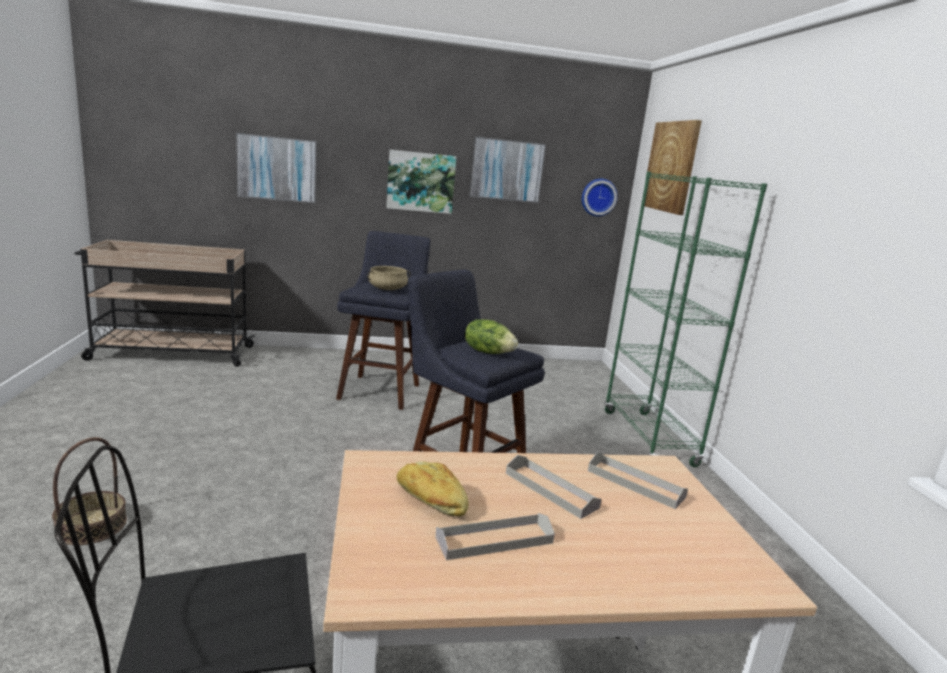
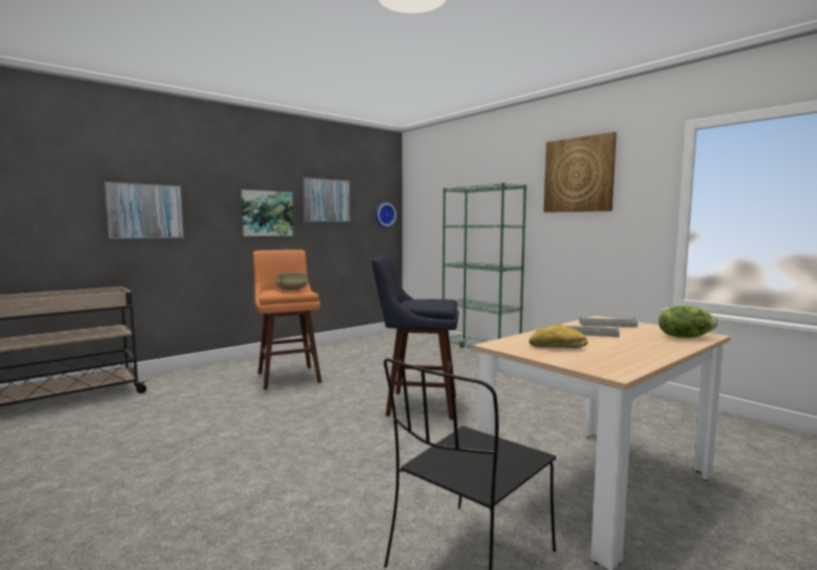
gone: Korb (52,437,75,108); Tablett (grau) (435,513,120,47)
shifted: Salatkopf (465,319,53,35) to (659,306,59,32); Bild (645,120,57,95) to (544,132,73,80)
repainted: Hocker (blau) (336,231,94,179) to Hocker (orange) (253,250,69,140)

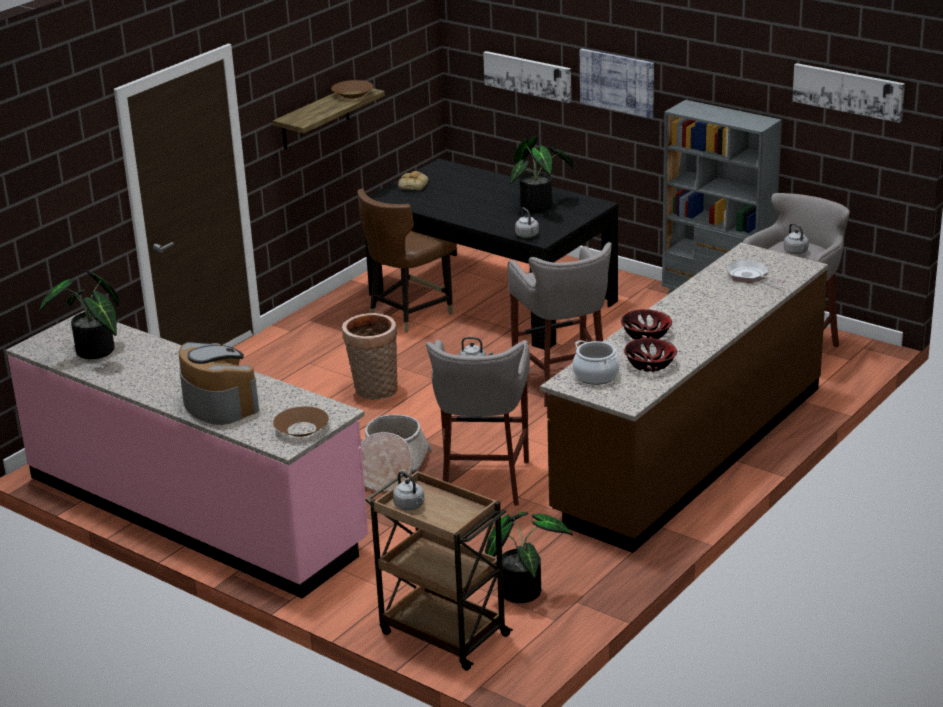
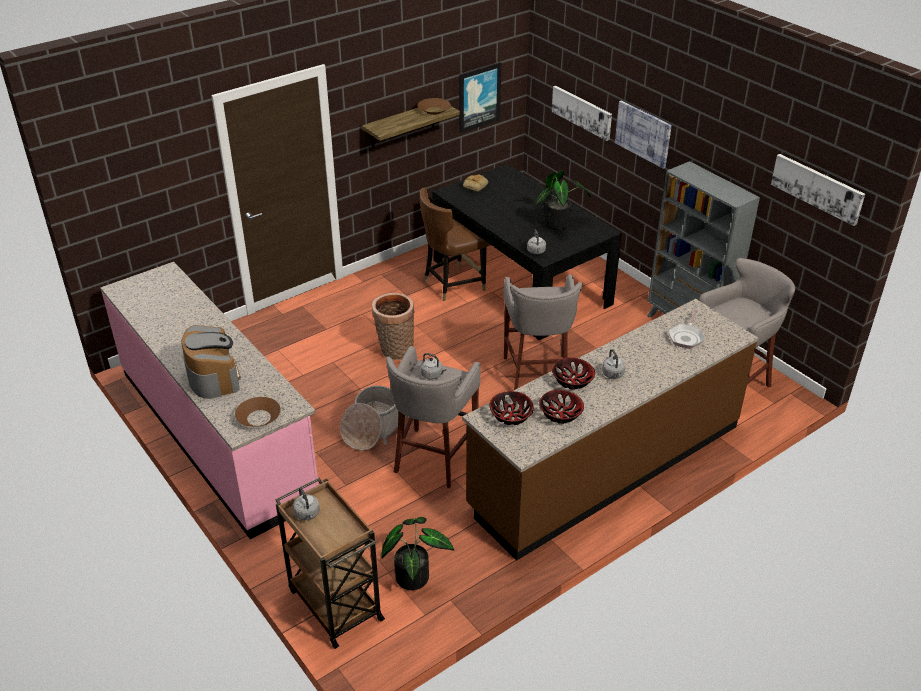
gone: Topfpflanze (39,270,80,89)
new: Bild (459,62,42,71)
shifted: Wasserkessel (grau) (784,223,25,31) to (602,349,23,30)
swapped: Kochtopf (573,340,47,45) to Schüssel (490,391,44,34)
rotated: Pfanne (726,260,59,23) = (668,309,37,40) 135 degrees counterclockwise

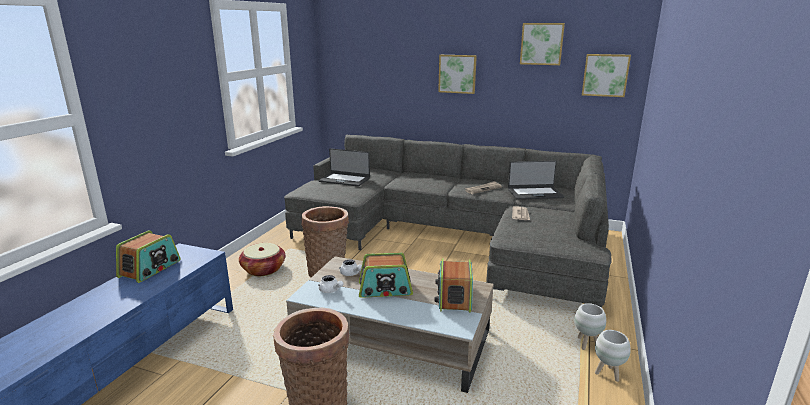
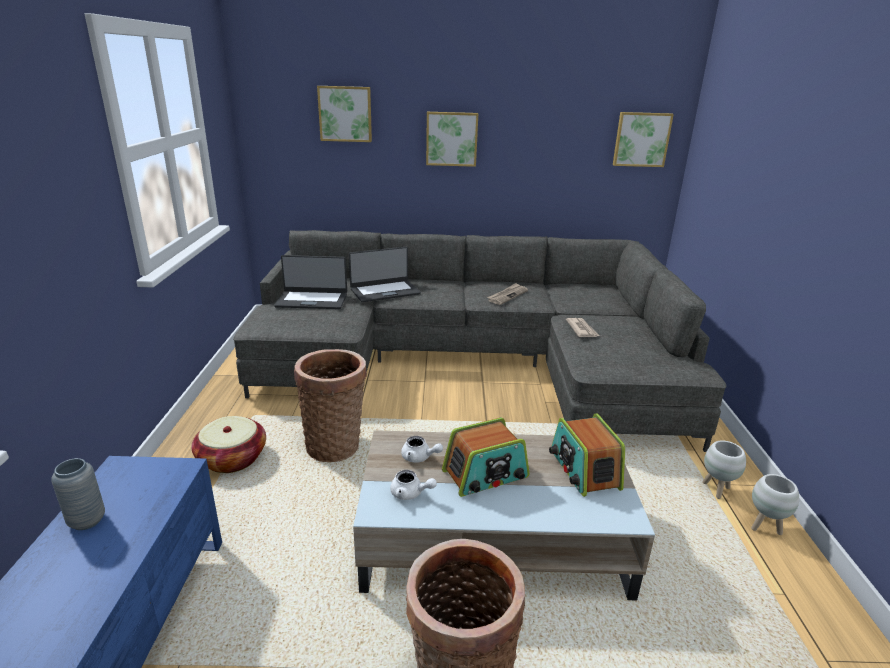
shifted: Laptop (508,160,56,40) to (349,247,72,55); Bild (520,23,45,42) to (317,86,55,56)
swapped: Radio (116,230,64,53) to Vase (grau) (51,458,54,72)

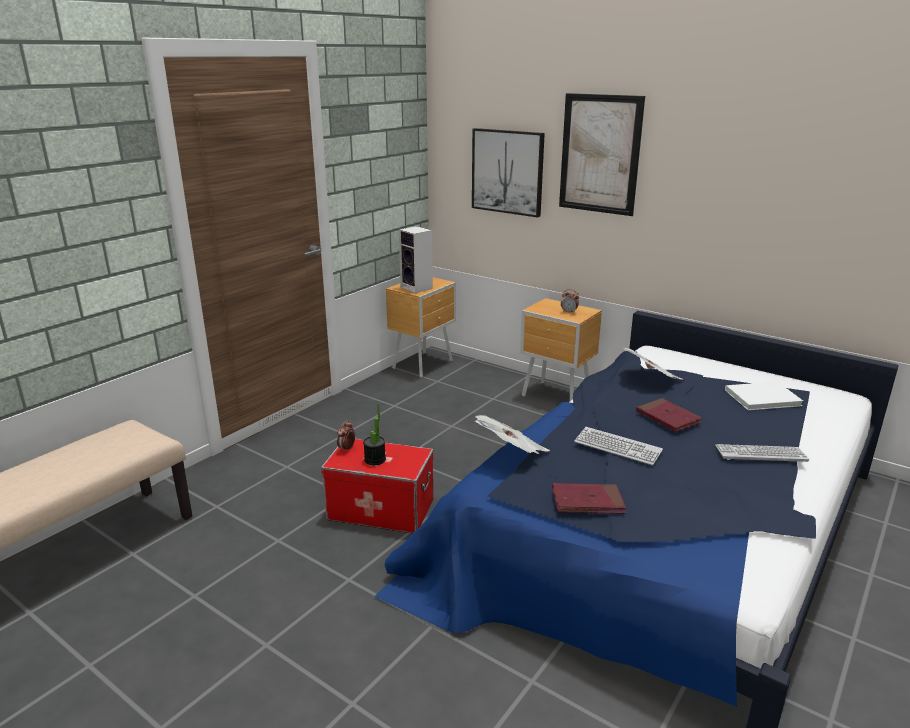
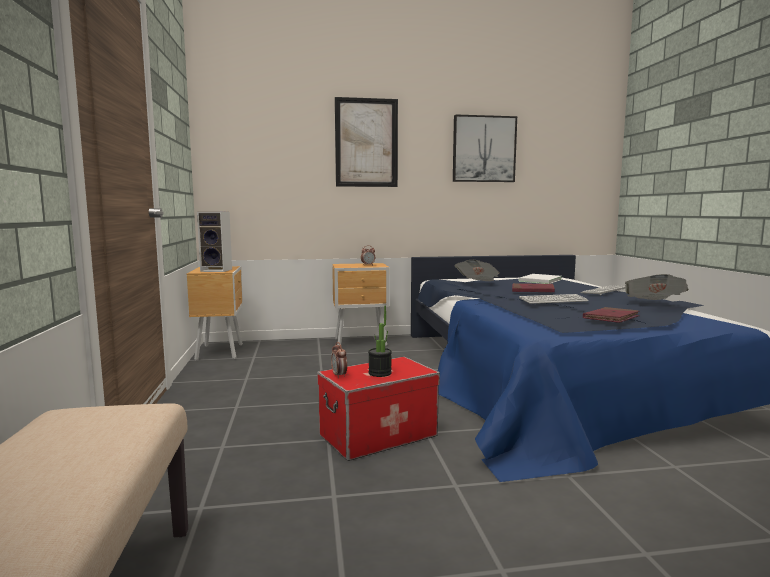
shifted: Bild (472,128,73,90) to (453,114,64,68); Zeitung (475,415,75,39) to (625,274,64,26)

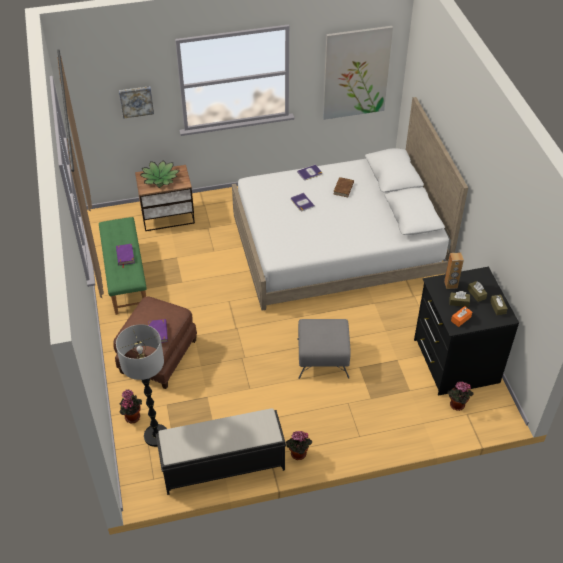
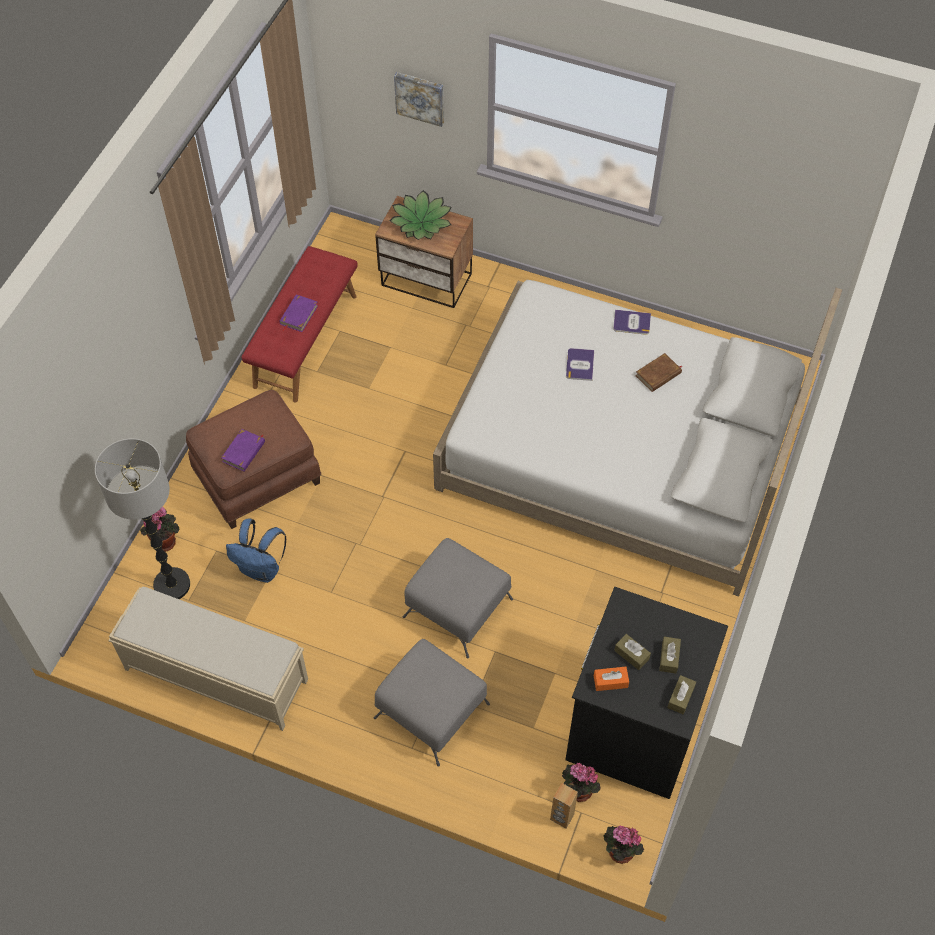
gone: Bild (323,26,70,94)
new: Rucksack (blau) (226,518,60,65); Polsterhocker (grau) (374,639,116,128)
shifted: Topfpflanze (286,431,26,29) to (603,825,41,39); Lautsprecher (braun) (444,252,20,37) to (550,783,28,46)
repainted: Bank (grün) (99,217,48,98) to Bank (rot) (242,246,116,157); Bank (schwarz) (156,408,130,87) to Bank (beige) (108,587,200,144)

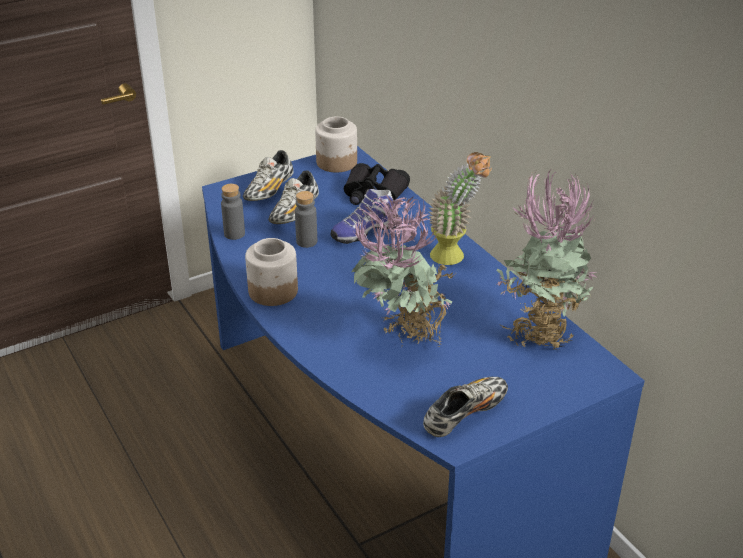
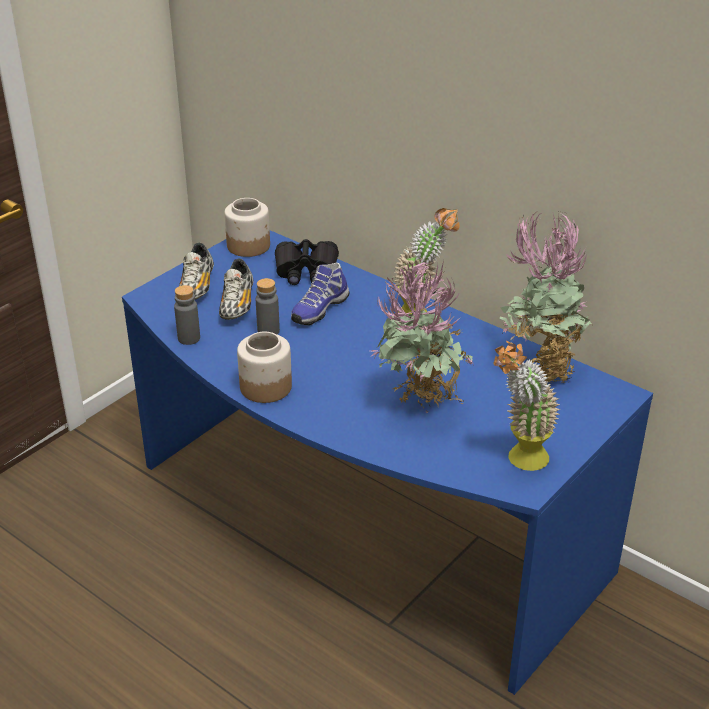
swapped: Schuh (423,377,85,60) to Topfpflanze (494,341,66,130)

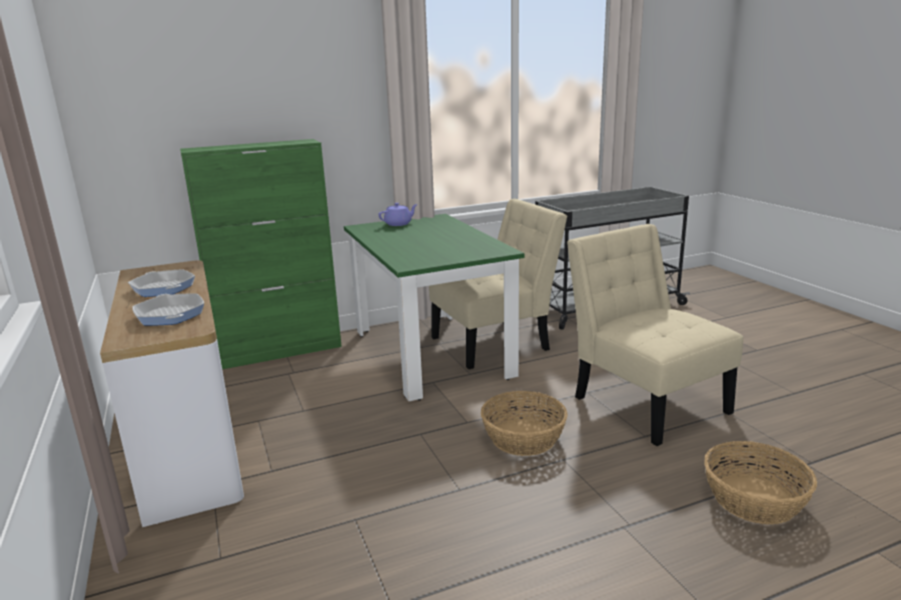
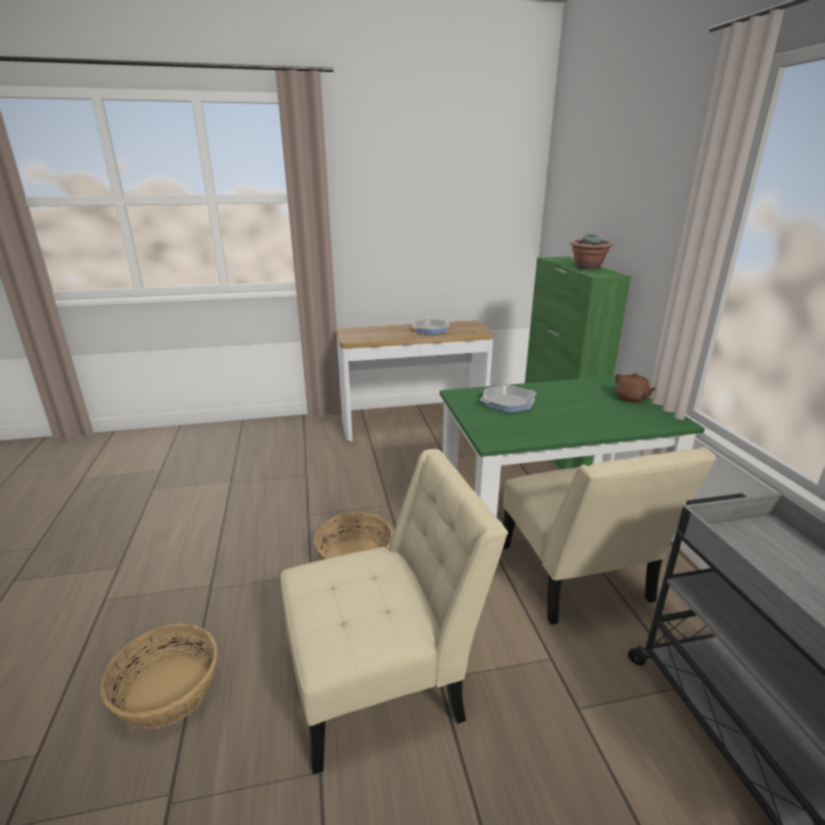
new: Topfpflanze (570,234,43,36)
shifted: Pfanne (132,294,72,32) to (480,385,57,28)
repainted: Teekanne (lila) (379,203,39,23) to Teekanne (braun) (615,373,42,29)

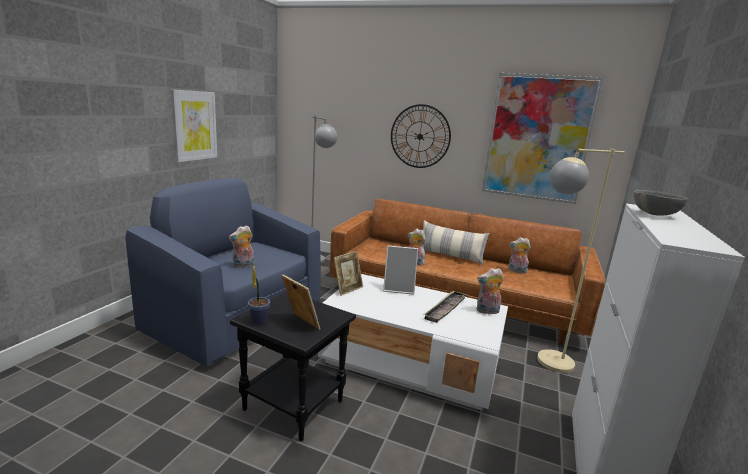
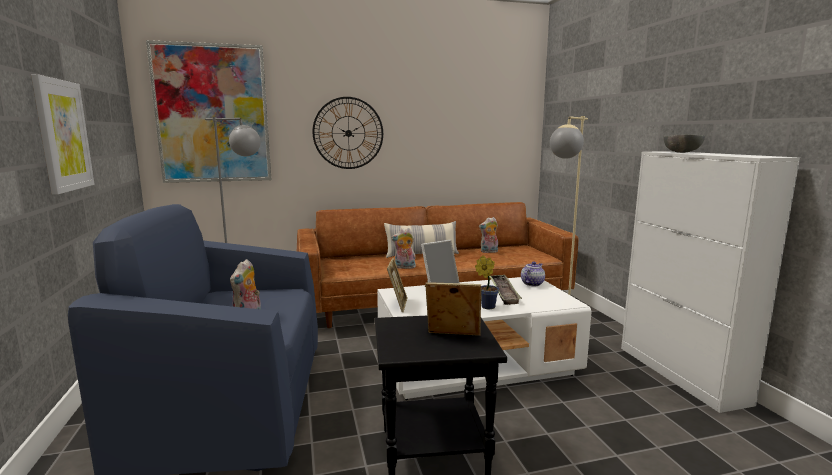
shifted: Topfpflanze (248,266,22,59) to (475,255,24,54); Bild (482,73,121,131) to (146,40,125,143)
swapped: Plüschtier (476,268,27,46) to Teekanne (521,261,24,25)

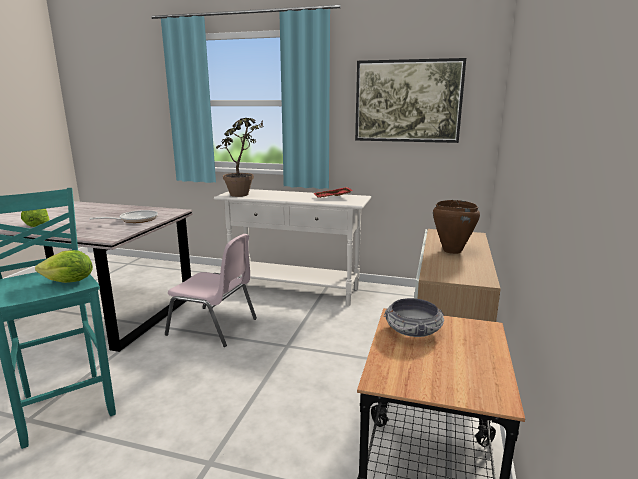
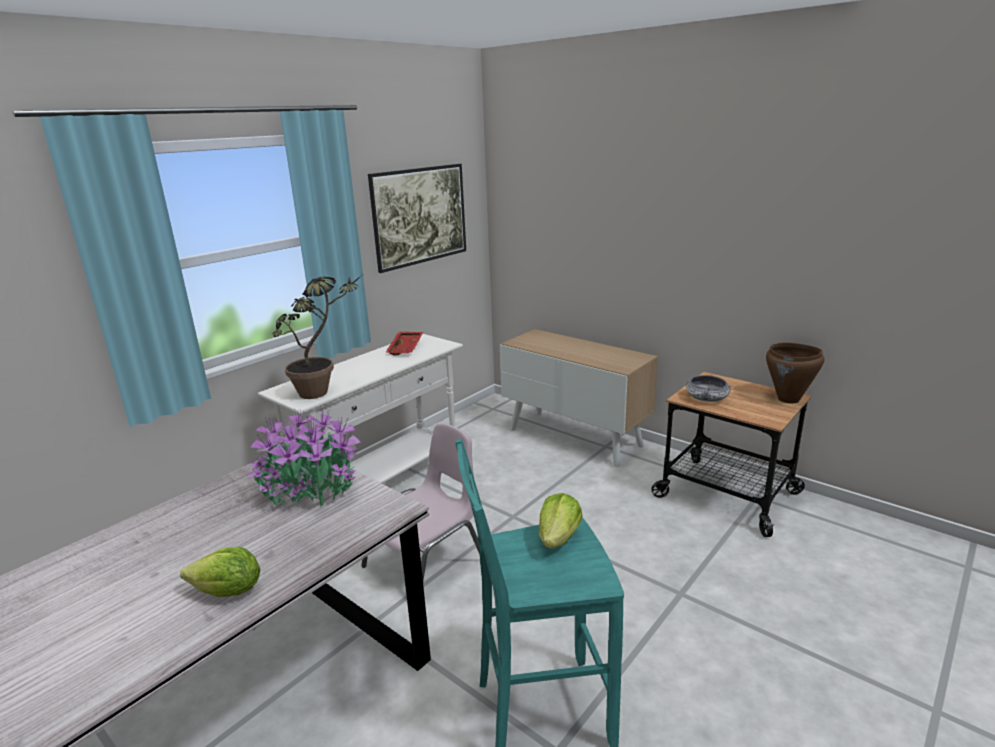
shifted: Kochtopf (braun) (433,200,47,54) to (766,343,58,61)
swapped: Pfanne (89,210,69,13) to Topfpflanze (247,408,114,98)

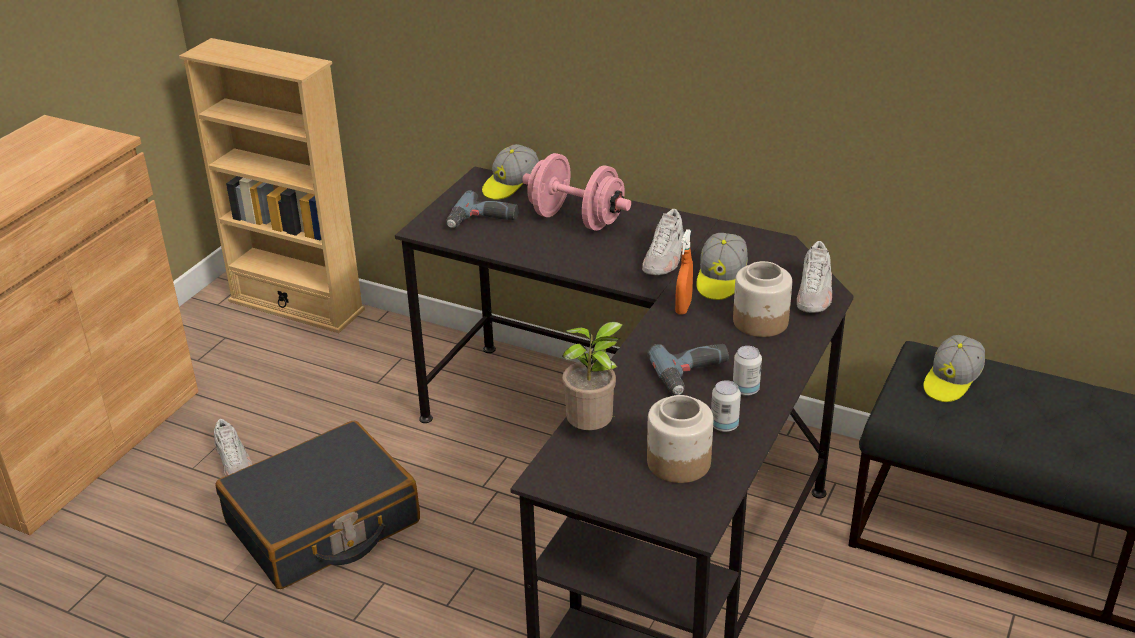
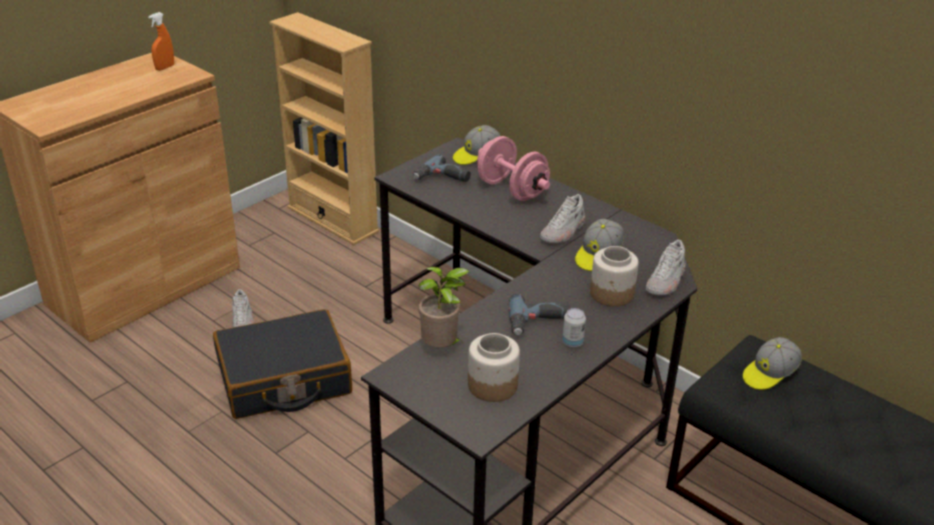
gone: Dose (711,380,30,52)
shifted: Sprühflasche (orange) (675,229,18,86) to (148,12,26,59)

